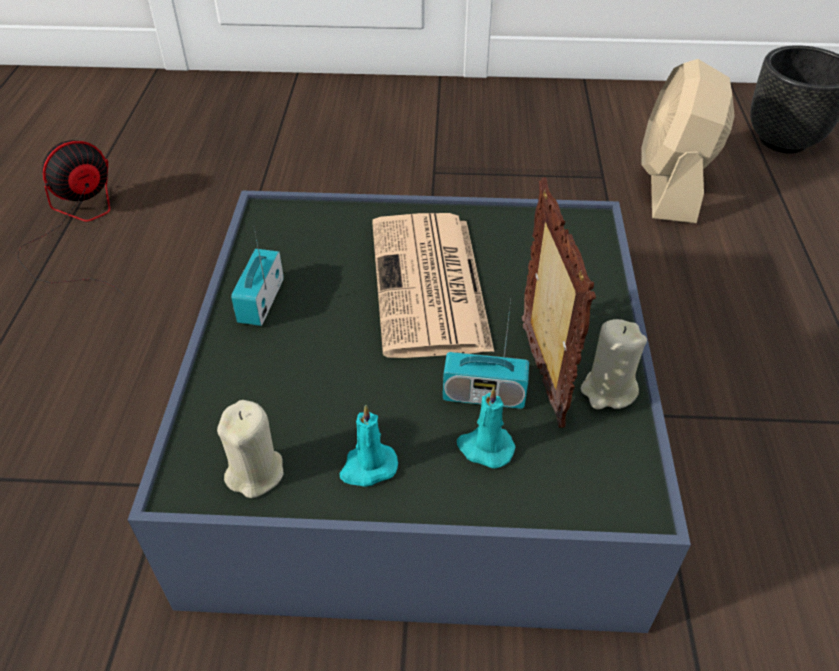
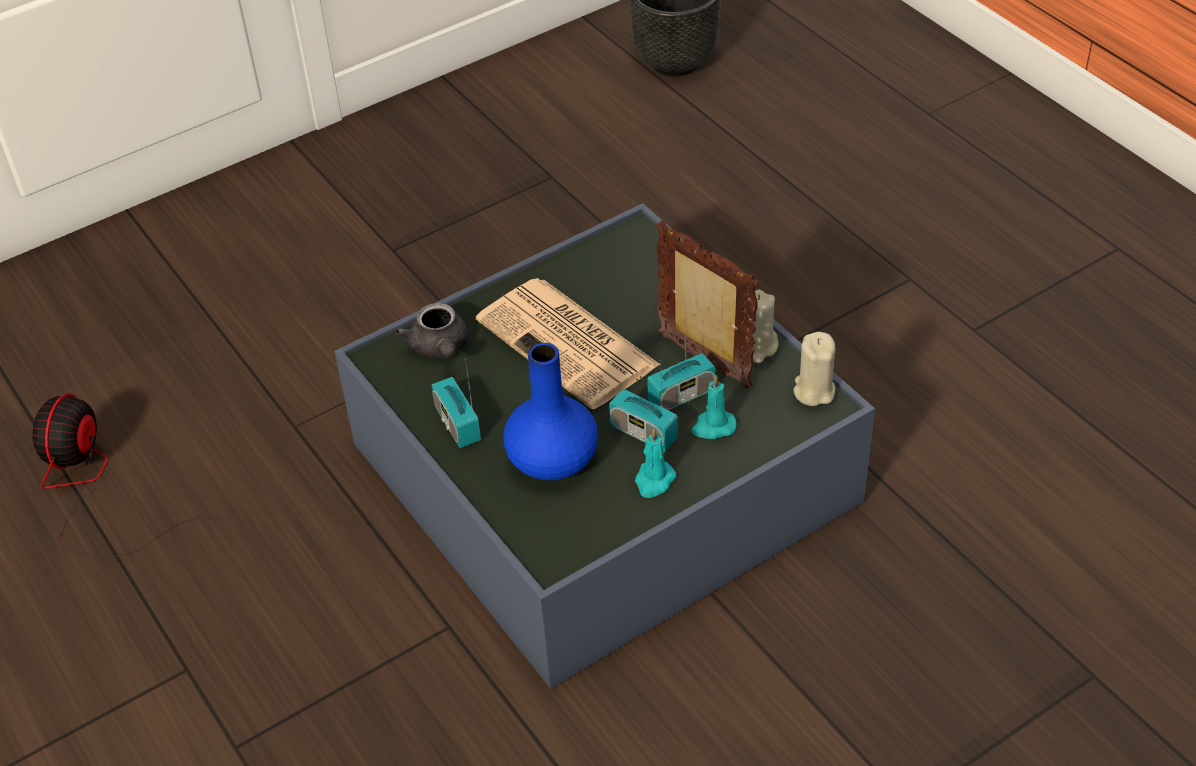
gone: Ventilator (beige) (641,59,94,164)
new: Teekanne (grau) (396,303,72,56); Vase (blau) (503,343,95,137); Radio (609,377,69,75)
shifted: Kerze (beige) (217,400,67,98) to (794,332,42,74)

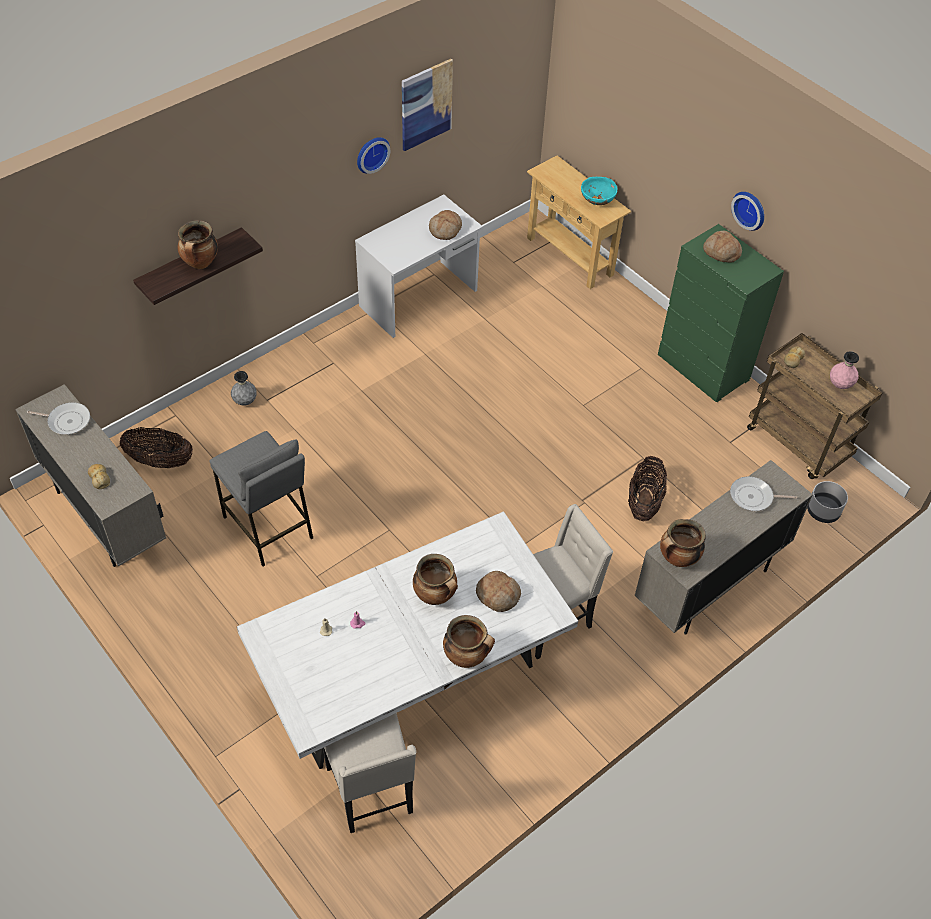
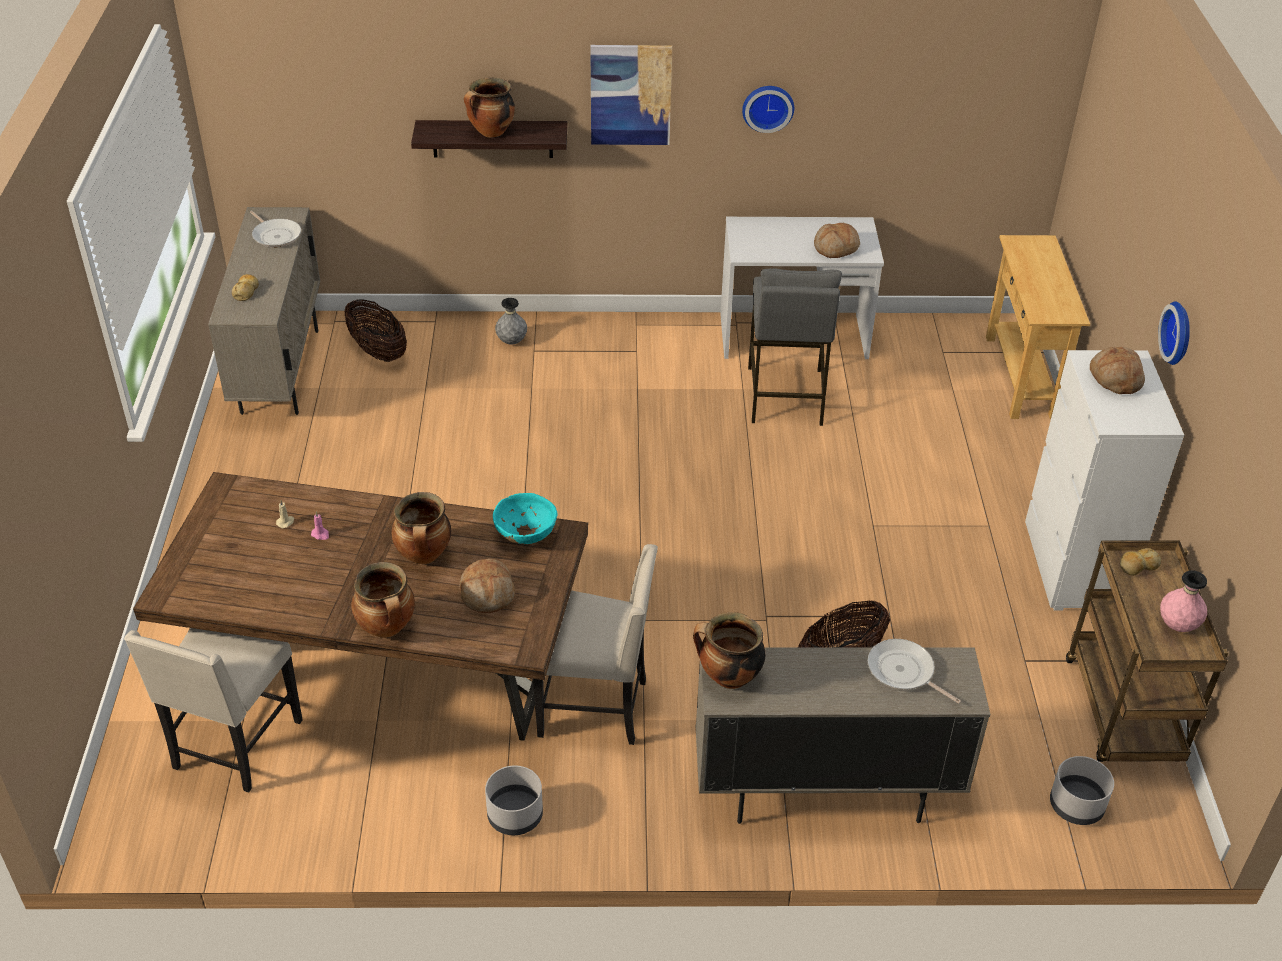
new: Pflanzkübel (grau) (485,765,58,70)
shifted: Hocker (grau) (210,431,103,135) to (748,268,94,158); Bild (402,59,51,92) to (590,45,82,100); Schüssel (türkis) (581,177,36,28) to (493,493,64,51)
repainted: Esstisch (weiß) (237,511,341,258) to Esstisch (braun) (133,472,455,269); Kommode (grün) (658,224,126,178) to Kommode (weiß) (1025,350,159,260)

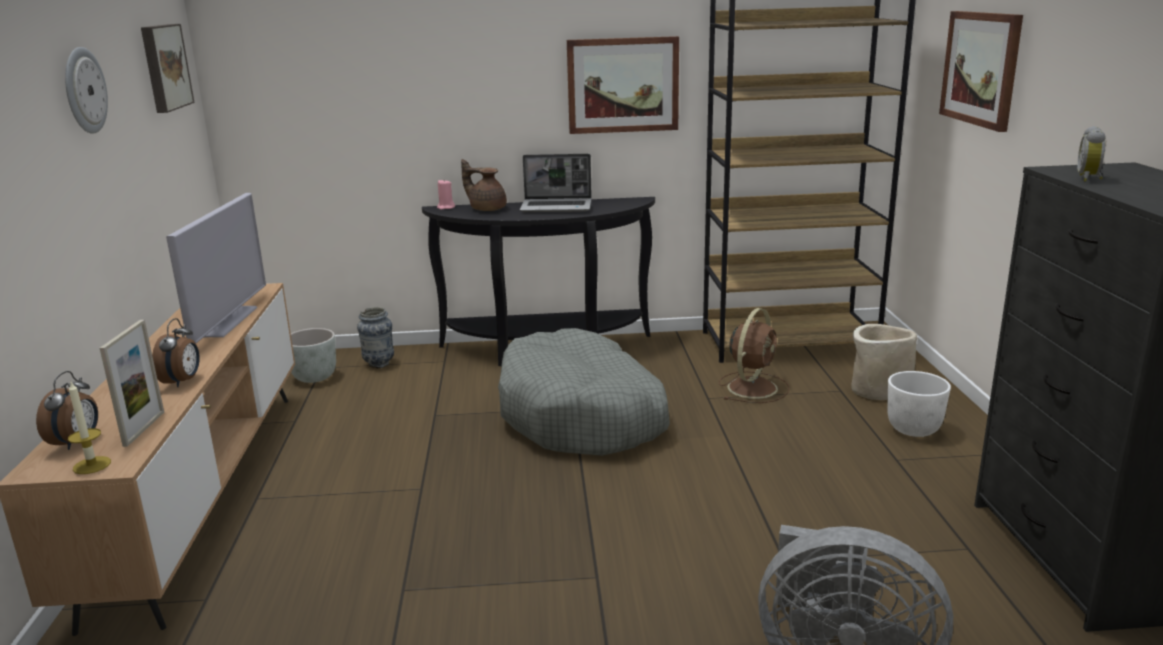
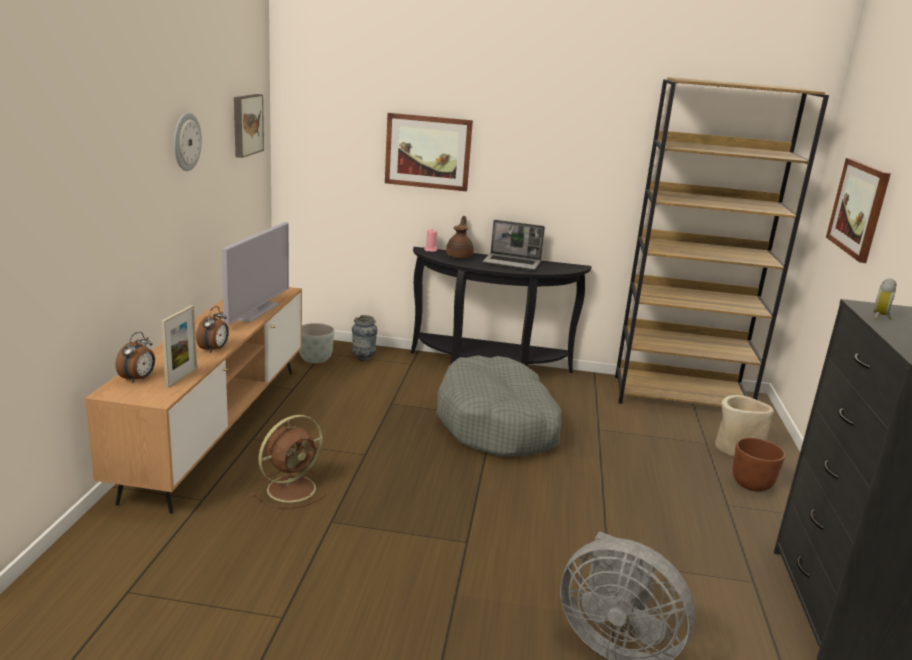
gone: Kerze (68,382,43,92)
shifted: Bild (567,36,112,98) to (385,113,88,79); Ventilator (braun) (719,308,71,95) to (251,415,78,94)
repainted: Pflanzkübel (weiß) (887,371,64,66) to Pflanzkübel (braun) (733,438,53,54)
rotated: Teekanne (braun) (461,159,46,52) = (446,216,28,42) 60 degrees clockwise

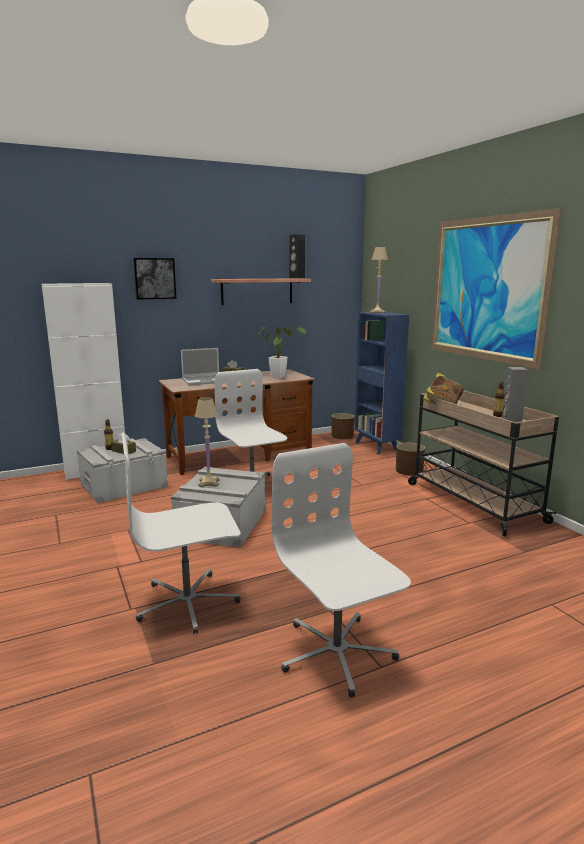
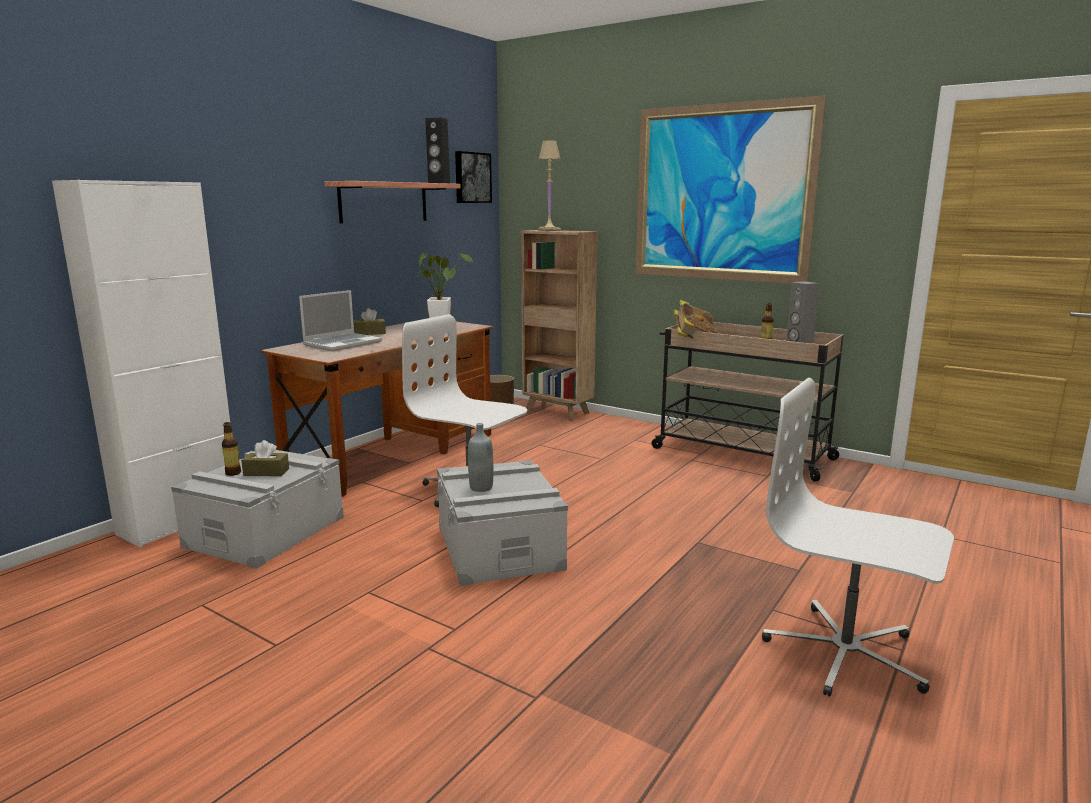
gone: Bürostuhl (weiß) (122,432,119,202); Pflanzkübel (braun) (396,443,29,32)
shifted: Bild (133,258,43,42) to (455,151,37,52)
swapped: Tischlampe (beige) (195,397,24,90) to Flasche (grau) (468,423,25,69)
repainted: Bücherregal (blau) (355,312,54,143) to Bücherregal (braun) (521,230,77,191)

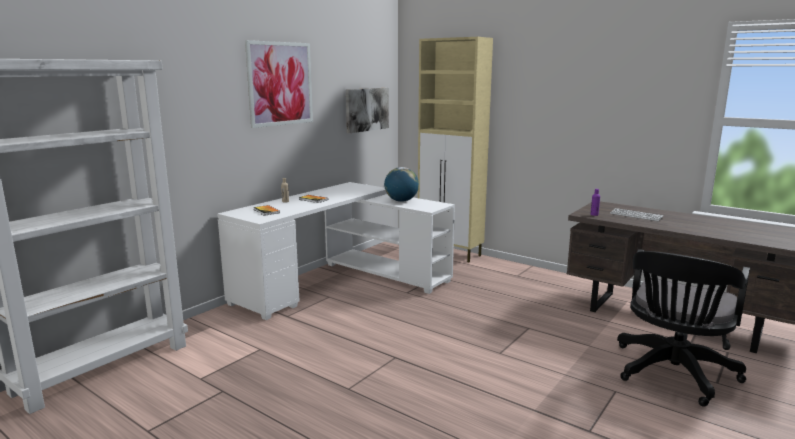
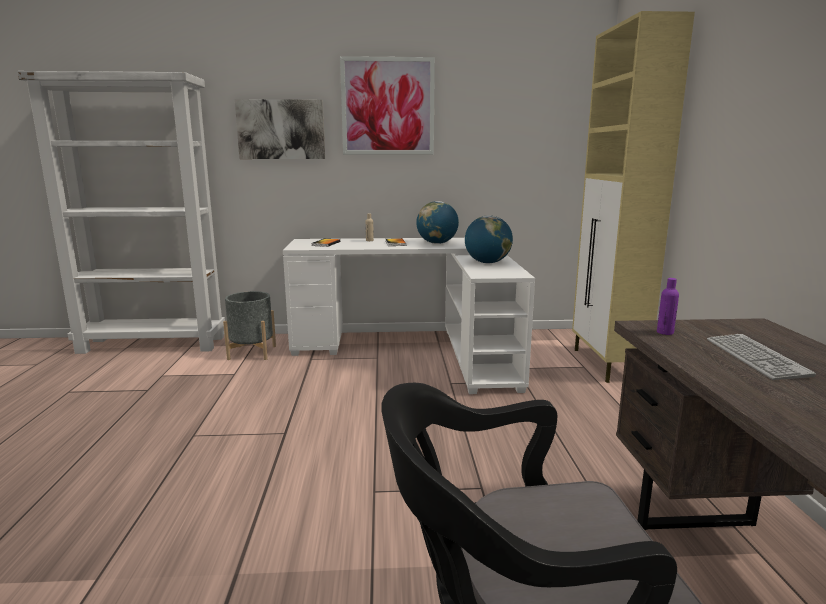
new: Pflanzkübel (grau) (223,291,53,69); Globus (416,201,43,43)
shifted: Bild (346,88,43,45) to (235,99,90,60)

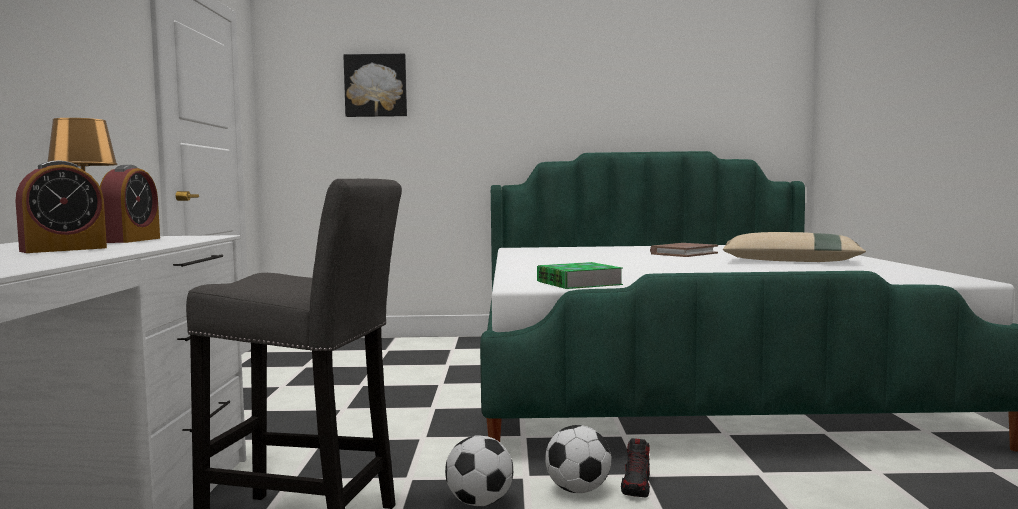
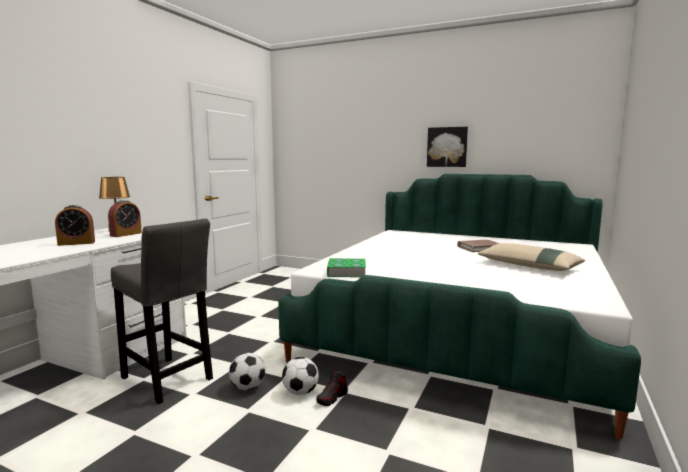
shifted: Bild (343,54,64,63) to (427,127,41,40)

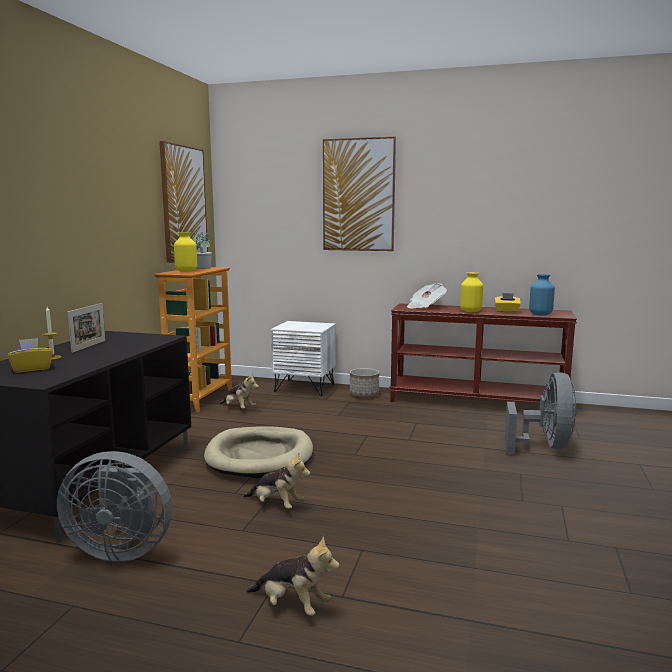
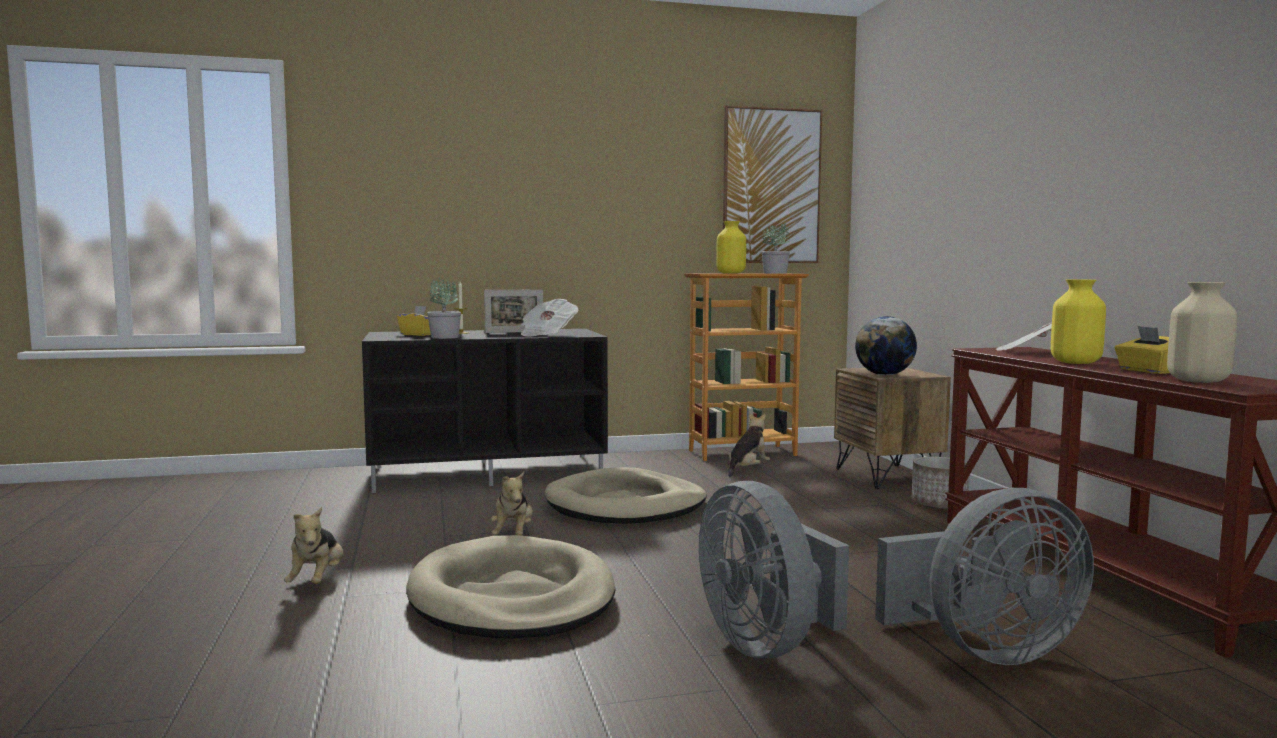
gone: Bild (323,137,73,114)
new: Hundebett (beige) (406,535,209,104); Topfpflanze (427,277,34,62); Zeitung (521,299,57,38); Globus (855,316,62,59)
shifted: Ventilator (grau) (57,451,115,111) to (699,481,150,178)
repainted: Nachttisch (weiß) (271,321,65,75) to Nachttisch (braun) (834,368,117,121); Vase (blau) (529,274,26,41) to Vase (beige) (1167,282,70,101)
rotated: Plüschtier (220,373,39,36) = (728,413,42,64) 150 degrees counterclockwise

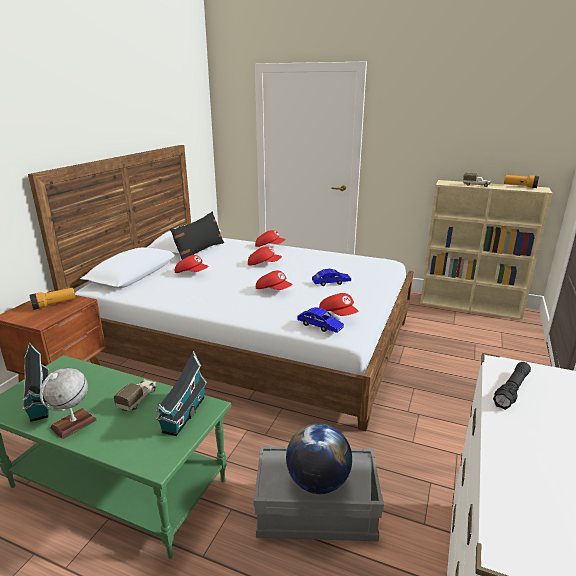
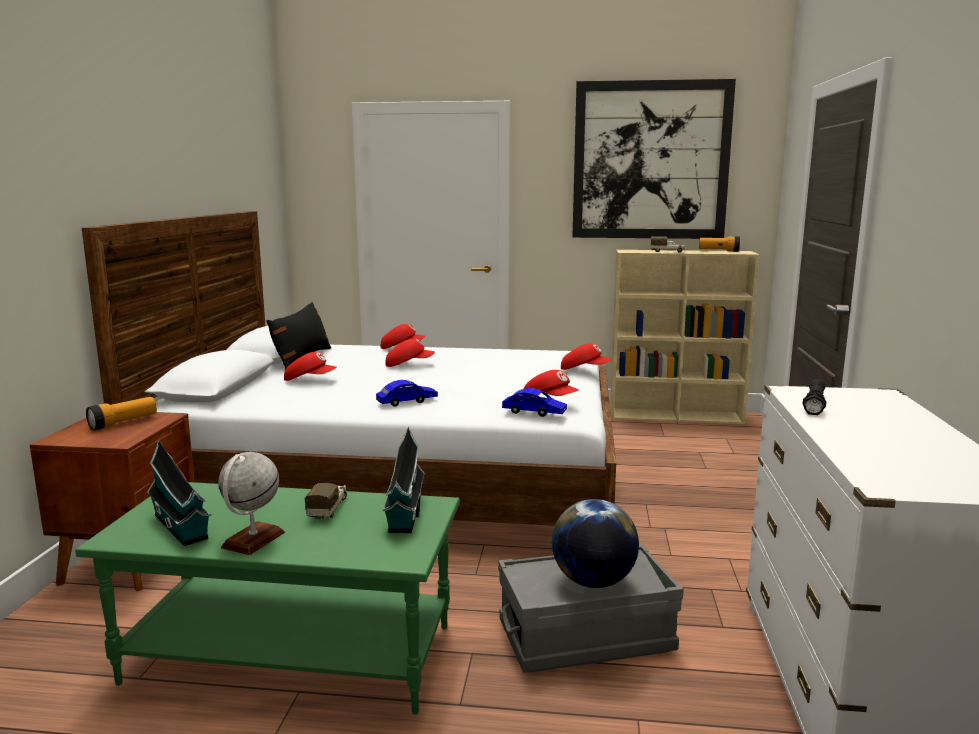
new: Bild (572,79,164,160)
shifted: Kappe (rot) (256,271,37,19) to (561,343,51,27); Spielzeugauto (blau) (312,269,39,17) to (376,380,62,27)

